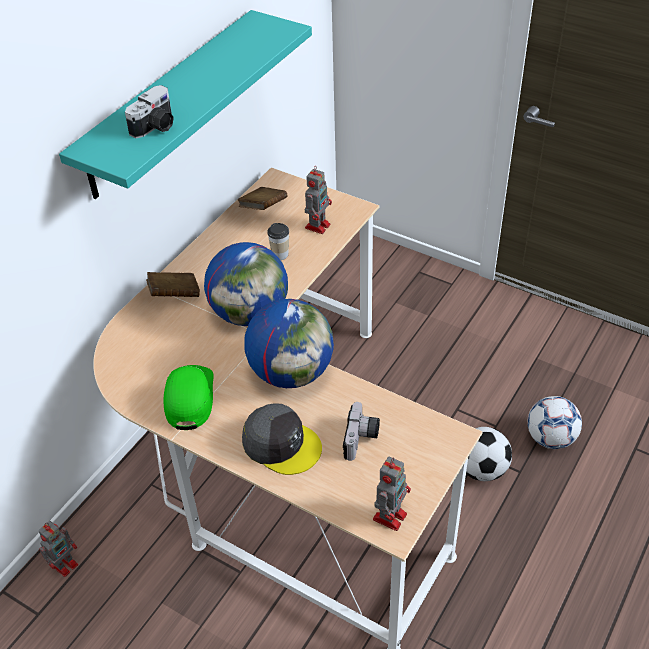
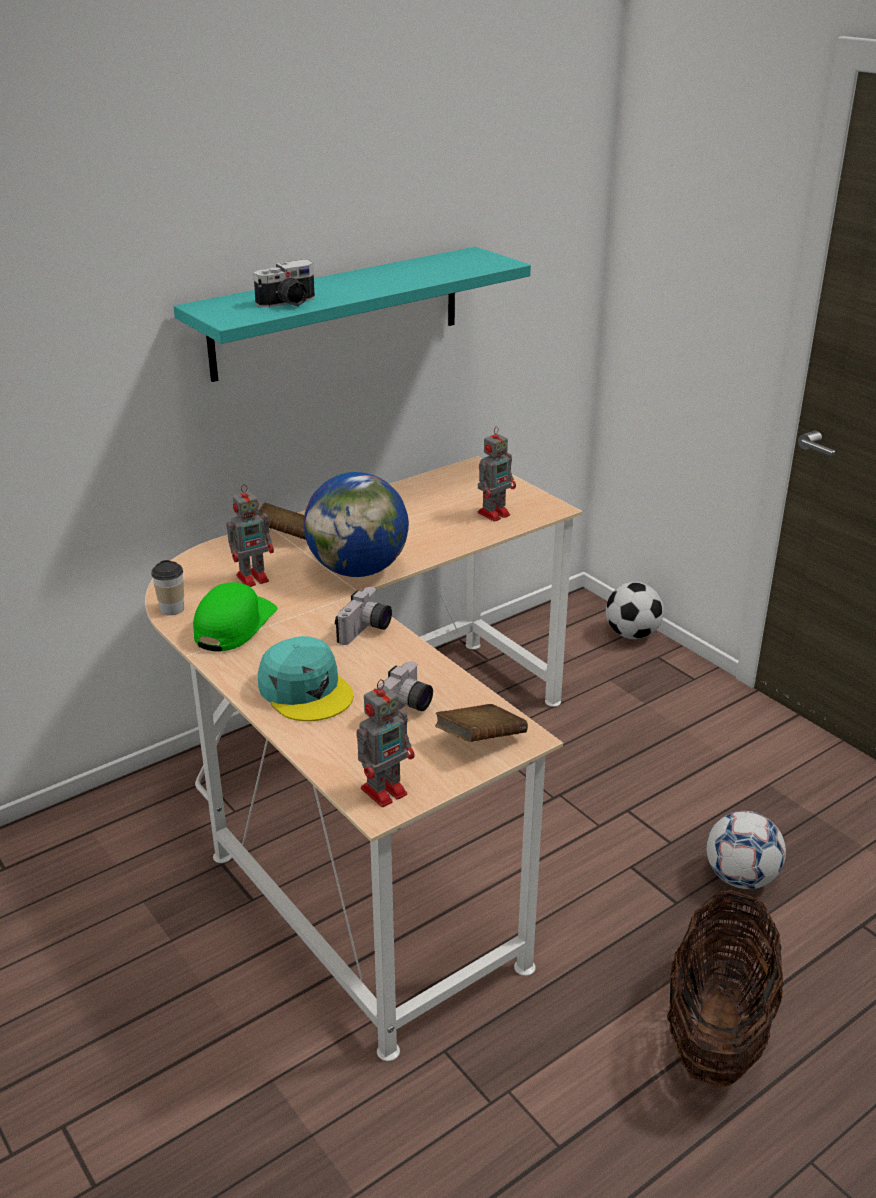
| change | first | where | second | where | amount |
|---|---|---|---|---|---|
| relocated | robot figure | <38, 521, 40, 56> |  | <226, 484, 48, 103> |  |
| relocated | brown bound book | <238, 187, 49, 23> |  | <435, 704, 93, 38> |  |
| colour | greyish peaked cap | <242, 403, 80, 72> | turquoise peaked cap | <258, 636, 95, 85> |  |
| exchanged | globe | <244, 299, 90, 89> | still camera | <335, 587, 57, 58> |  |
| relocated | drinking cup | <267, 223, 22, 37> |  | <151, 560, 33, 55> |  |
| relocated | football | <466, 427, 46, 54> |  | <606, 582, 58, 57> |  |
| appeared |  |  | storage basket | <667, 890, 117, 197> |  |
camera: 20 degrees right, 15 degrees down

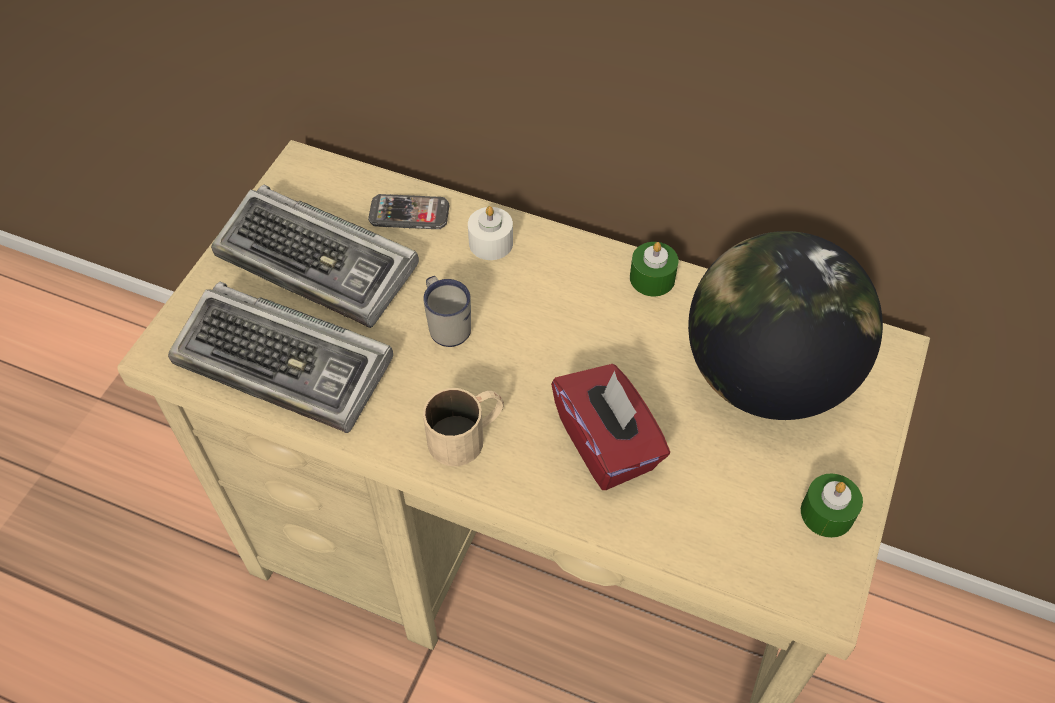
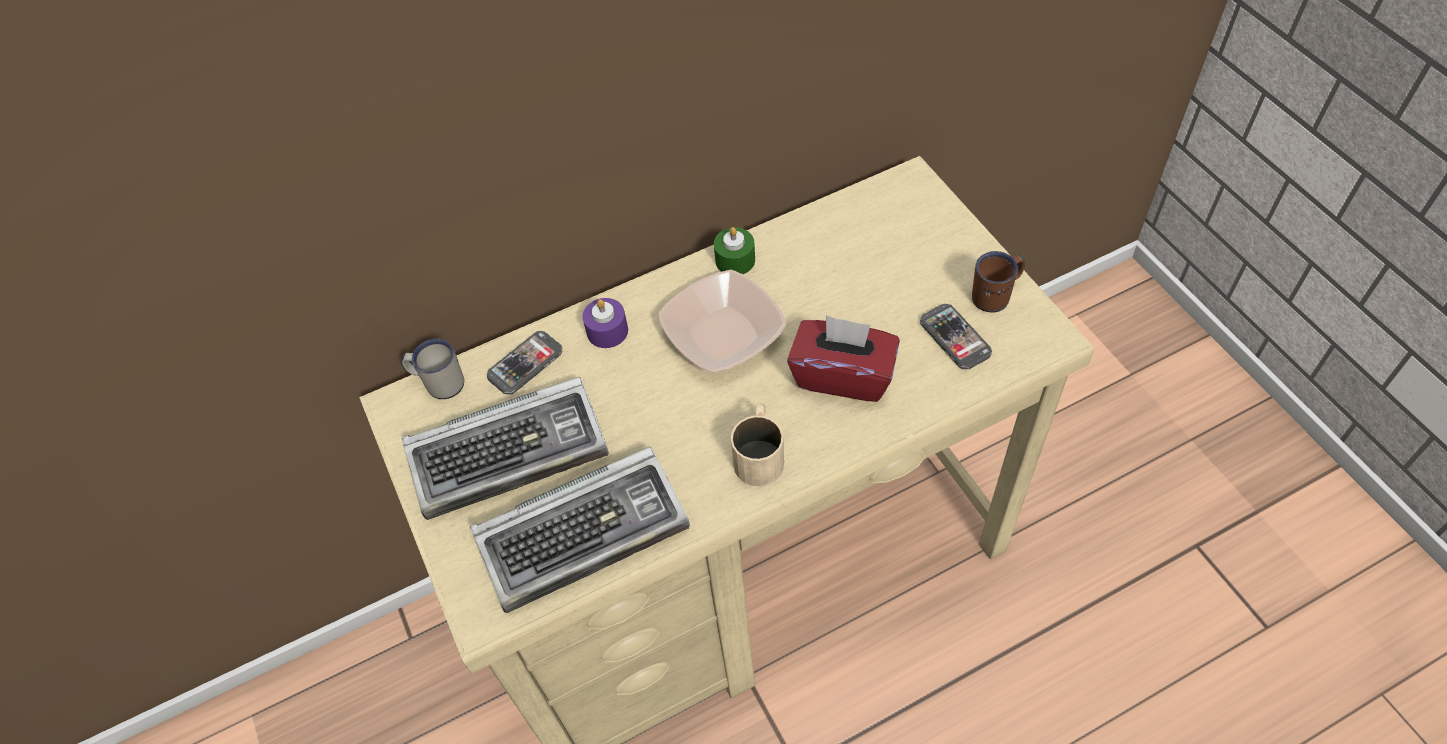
| change | first | where | second | where | amount |
|---|---|---|---|---|---|
| relocated | white tea mug | <423, 276, 48, 71> |  | <401, 339, 63, 60> |  |
| colour | white wax light | <468, 206, 45, 54> | purple-coloured wax light | <582, 298, 46, 50> |  |
| missing | globe | <688, 231, 195, 189> |  |  |  |
| exchanged | greenish wax light | <801, 473, 62, 65> | brown tea mug | <972, 251, 53, 61> |  |
| appeared |  |  | bowl | <658, 270, 128, 103> |  |
| appeared |  |  | phone | <920, 304, 72, 65> |  |
camera: 45 degrees left, 0 degrees up

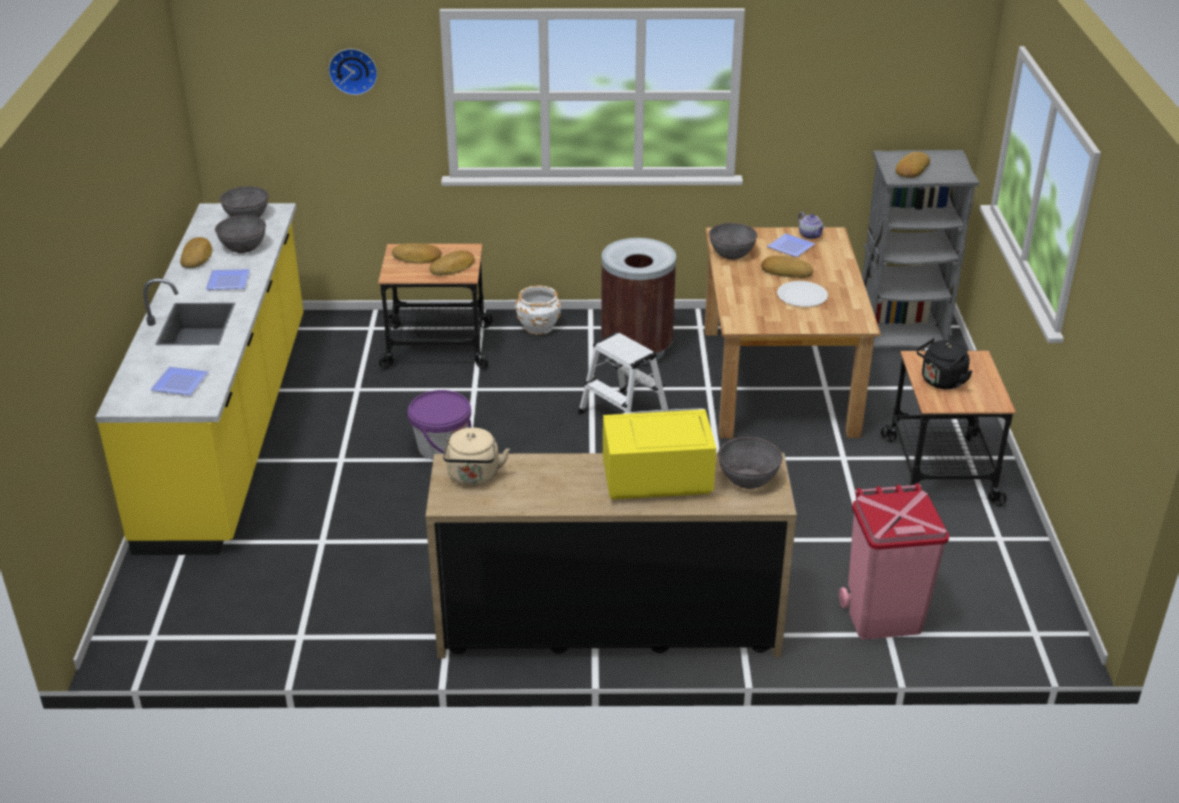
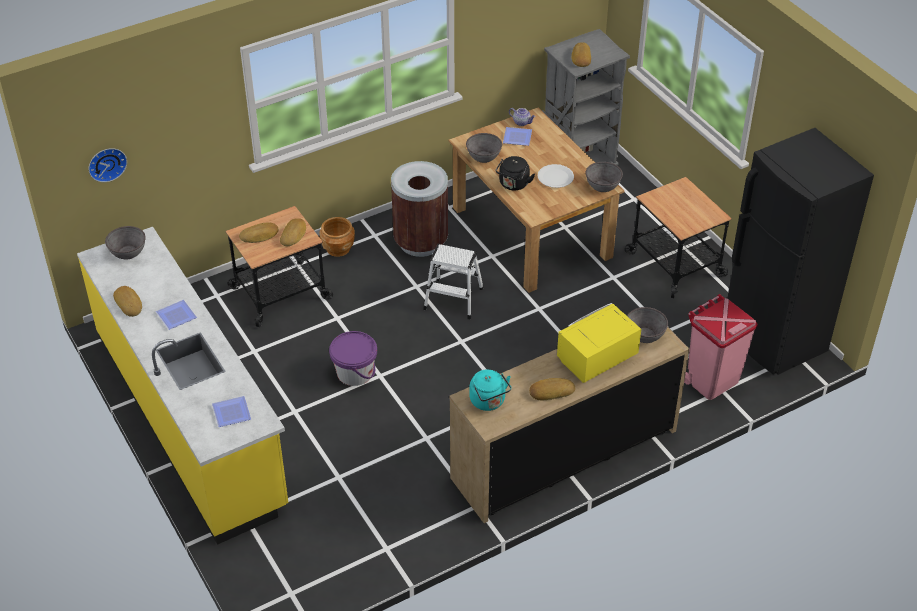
| change | first | where | second | where | amount |
|---|---|---|---|---|---|
| relocated | greyish bowl | <215, 215, 51, 38> |  | <586, 162, 37, 30> |  |
| relocated | hanging clock | <329, 49, 49, 46> |  | <89, 148, 38, 34> |  |
| colour | sand-coloured kettle | <443, 428, 67, 58> | turquoise kettle | <469, 369, 42, 42> |  |
| colour | white flower pot | <515, 286, 46, 49> | brown flower pot | <320, 217, 35, 40> |  |
| relocated | bread | <761, 256, 52, 22> |  | <529, 378, 46, 23> |  |
| relocated | black kettle | <916, 338, 57, 51> |  | <496, 156, 39, 34> |  |
| appeared |  |  | black kitchen fridge | <727, 128, 147, 247> |  |
camera: 30 degrees left, 10 degrees up

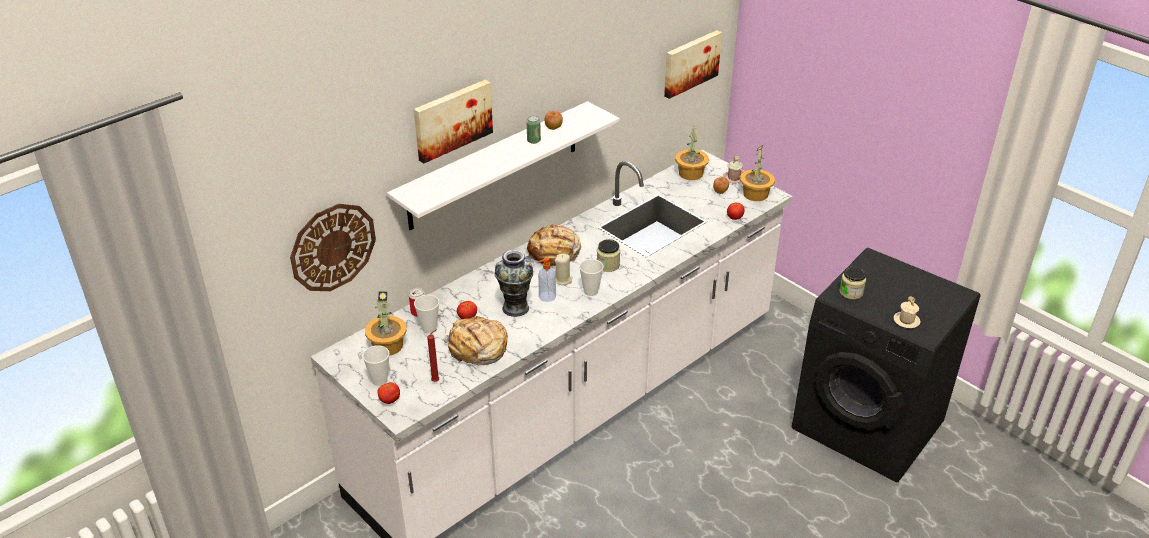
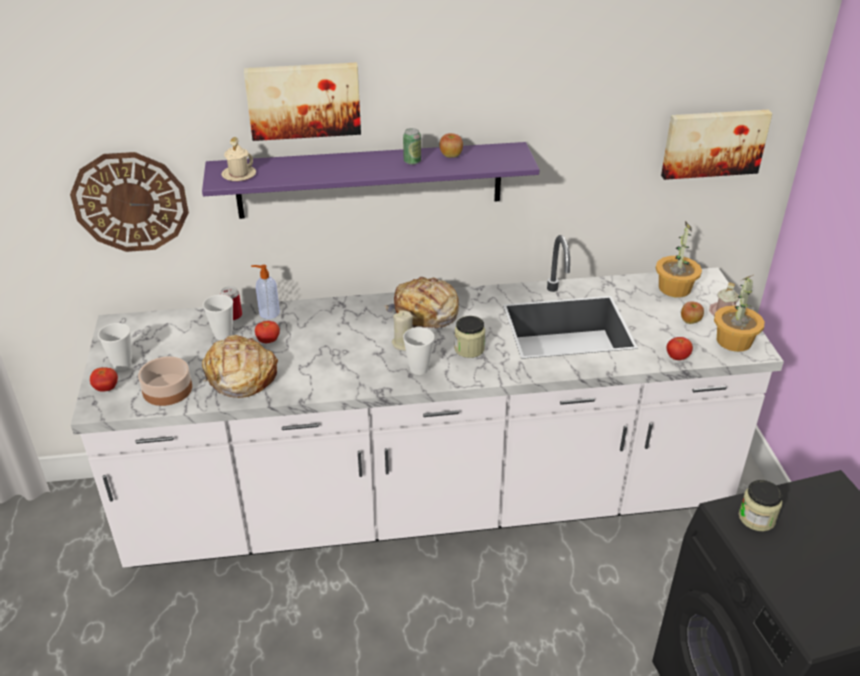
| change | first | where | second | where | amount |
|---|---|---|---|---|---|
| missing | houseplant | <365, 291, 42, 65> |  |  |  |
| colour | white bracket shelf | <387, 101, 233, 129> | purple-coloured bracket shelf | <202, 142, 338, 77> |  |
| exchanged | reddish wax light | <427, 329, 12, 53> | bowl | <138, 356, 54, 50> |  |
| missing | vase | <495, 250, 38, 67> |  |  |  |
| relocated | soap dispenser | <537, 258, 19, 44> |  | <251, 265, 29, 54> |  |
| relocated | sand-coloured tea mug | <893, 296, 28, 32> |  | <221, 137, 35, 44> |  |
camera: 35 degrees right, 0 degrees up

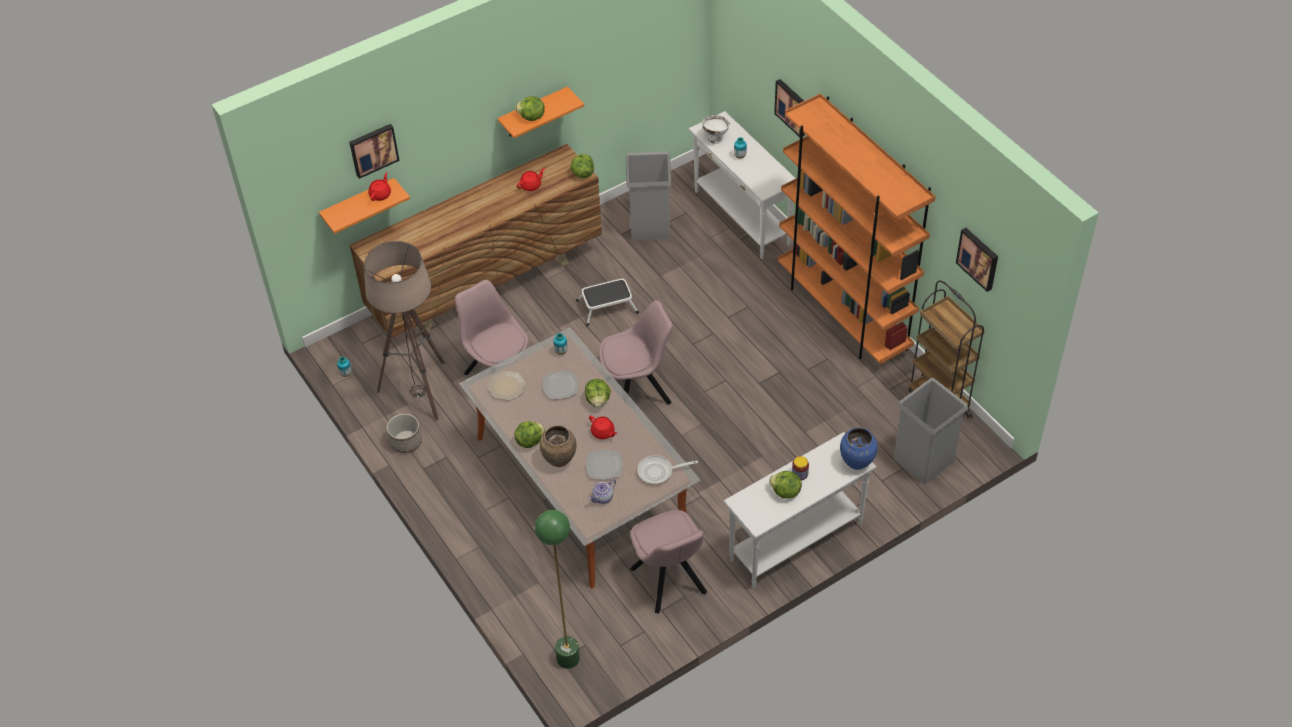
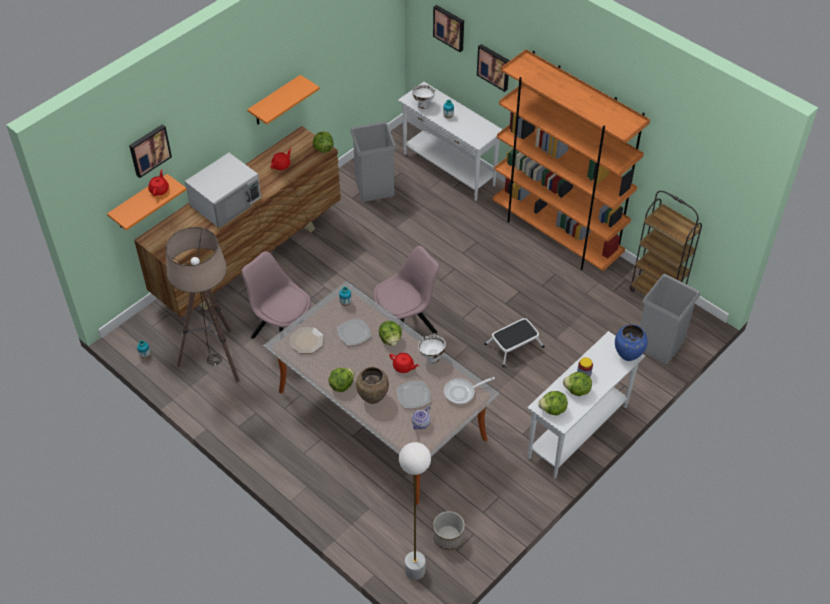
| change | first | where | second | where | amount |
|---|---|---|---|---|---|
| relocated | flower pot | <387, 414, 35, 39> |  | <433, 511, 32, 39> |  |
| relocated | lettuce | <515, 96, 30, 25> |  | <538, 391, 30, 25> |  |
| colour | greenish standard lamp | <535, 510, 45, 159> | white standard lamp | <399, 442, 32, 138> |  |
| relocated | black stepladder | <576, 279, 63, 48> |  | <484, 318, 61, 50> |  |
| missing | pinkish plain chair | <630, 510, 77, 104> |  |  |  |
| relocated | wall art | <956, 228, 42, 64> |  | <433, 5, 31, 47> |  |
| appeared |  |  | white microwave oven | <185, 153, 76, 75> |  |
| appeared |  |  | white bowl | <418, 333, 28, 30> |  |
camera: 15 degrees left, 0 degrees up

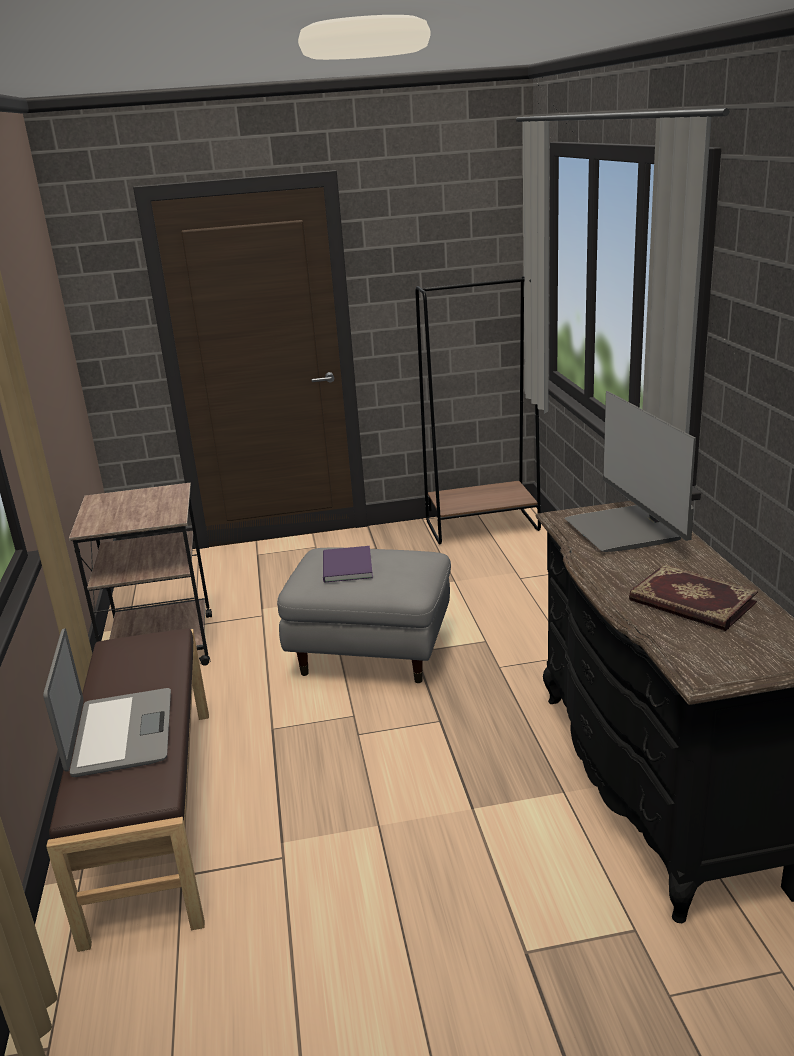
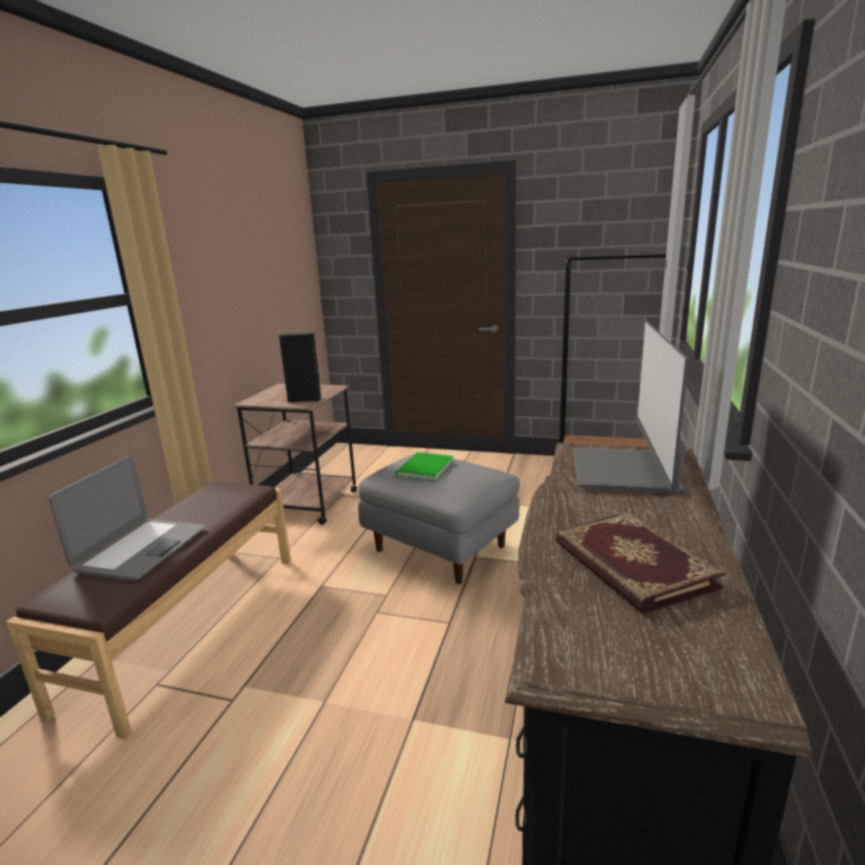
| change | first | where | second | where | amount |
|---|---|---|---|---|---|
| colour | purple-coloured bound book | <323, 546, 50, 36> | greenish bound book | <395, 452, 59, 29> |  |
| appeared |  |  | black speaker | <279, 332, 43, 70> |  |
camera: 25 degrees right, 5 degrees down

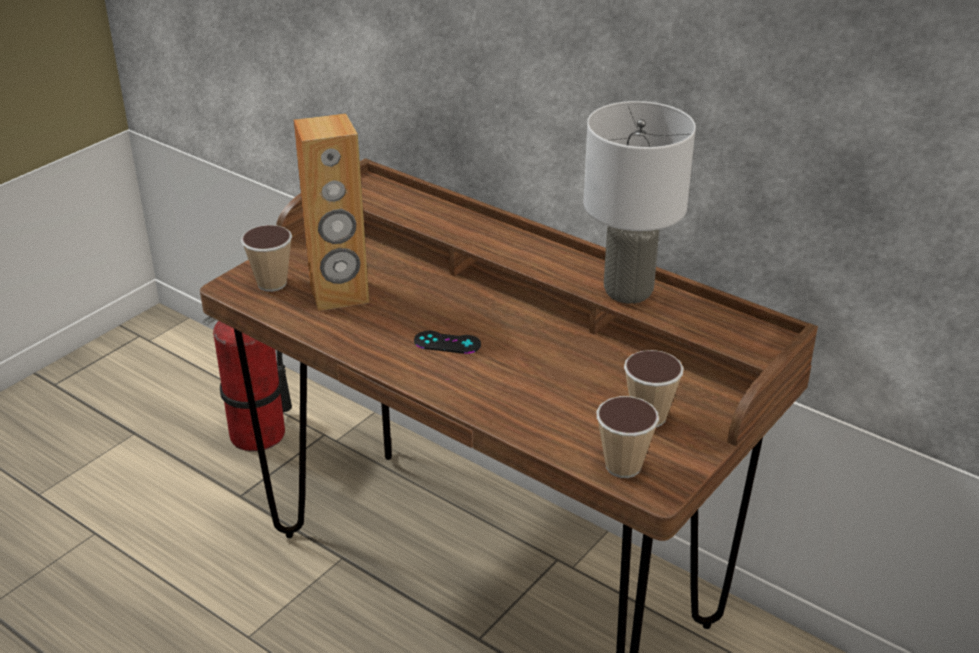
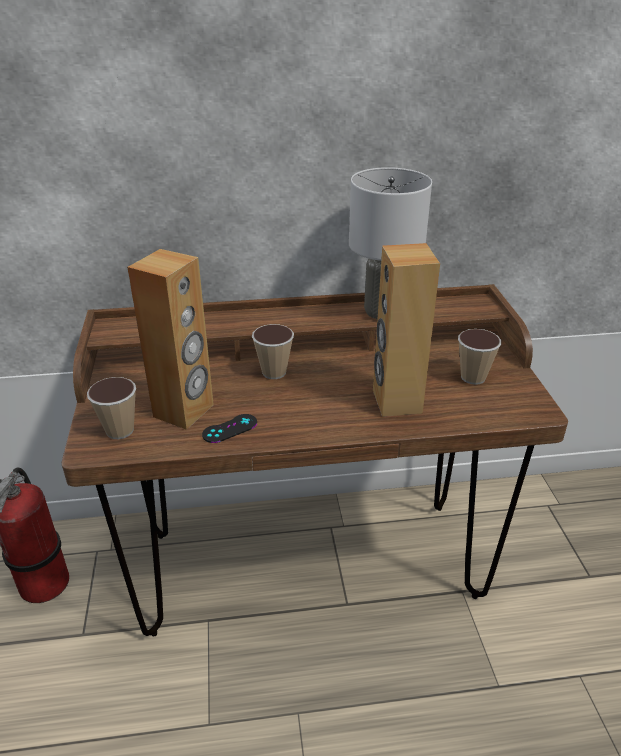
| change | first | where | second | where | amount |
|---|---|---|---|---|---|
| relocated | black gamepad | <414, 331, 67, 23> |  | <202, 414, 55, 29> |  |
| relocated | drinking cup | <596, 396, 63, 82> |  | <252, 324, 42, 55> |  |
| appeared |  |  | brown speaker | <373, 243, 67, 174> |  |
camera: 45 degrees left, 0 degrees up

